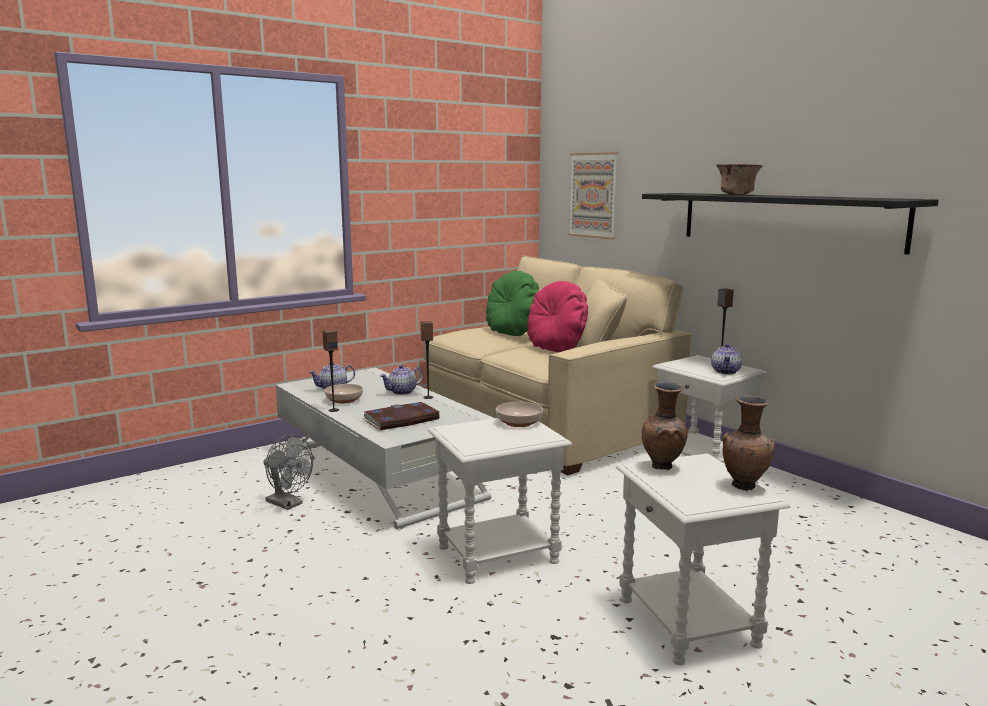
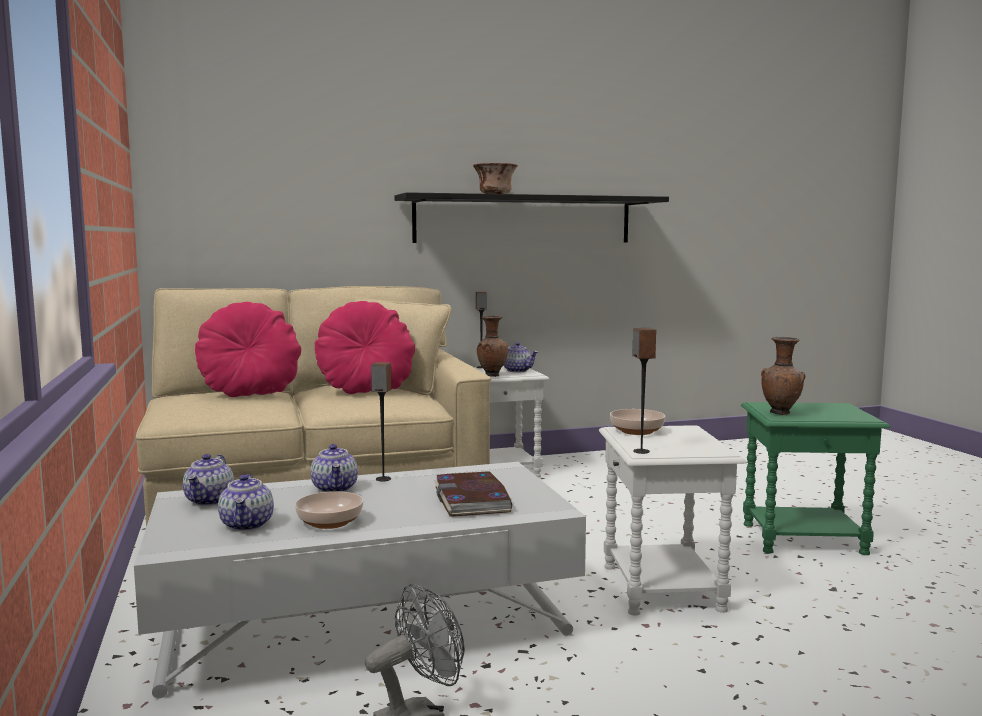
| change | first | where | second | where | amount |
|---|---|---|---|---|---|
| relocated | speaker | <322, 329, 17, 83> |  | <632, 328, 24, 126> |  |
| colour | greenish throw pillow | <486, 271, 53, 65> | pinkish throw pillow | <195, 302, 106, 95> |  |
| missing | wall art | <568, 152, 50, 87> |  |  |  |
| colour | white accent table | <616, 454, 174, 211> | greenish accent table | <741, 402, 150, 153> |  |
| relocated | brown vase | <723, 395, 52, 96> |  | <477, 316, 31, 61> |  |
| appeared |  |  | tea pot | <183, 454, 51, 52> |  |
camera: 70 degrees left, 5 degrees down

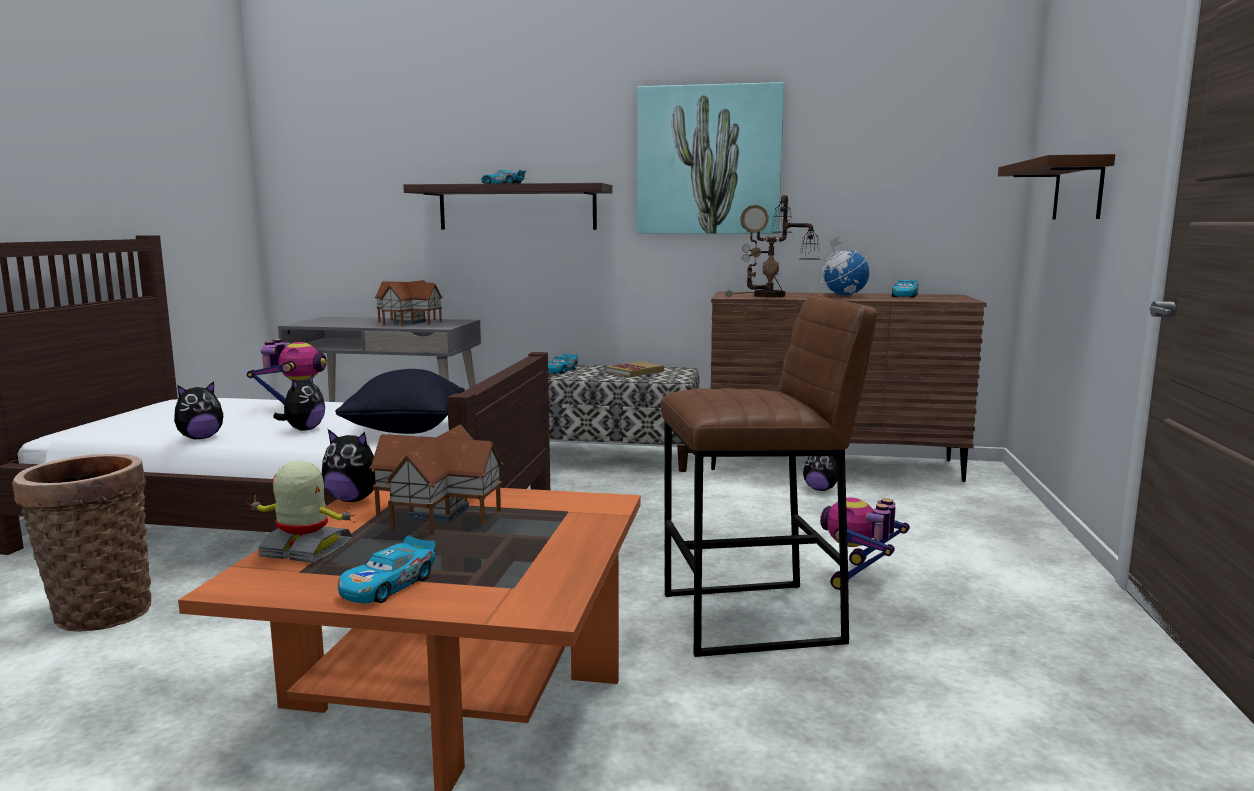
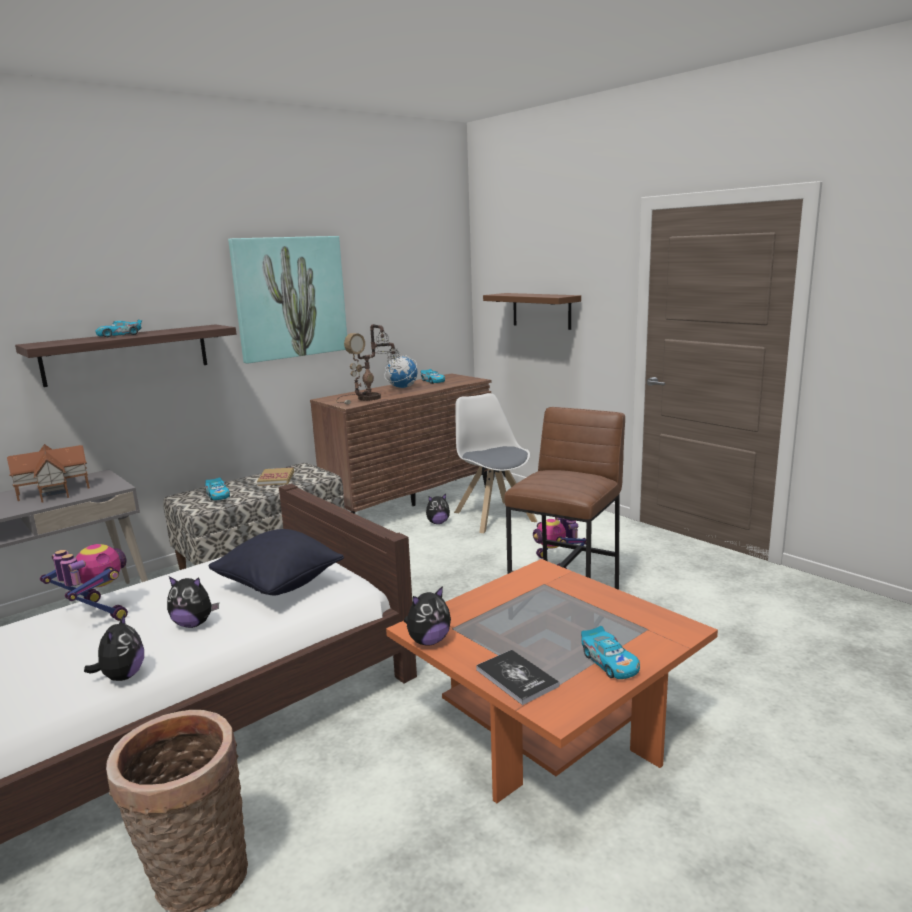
| change | first | where | second | where | amount |
|---|---|---|---|---|---|
| exchanged | robot figure | <246, 461, 110, 102> | bound book | <476, 650, 84, 55> |  |
| spun | plush toy | <273, 374, 52, 57> |  | <167, 576, 52, 52> | 135 degrees clockwise |
| missing | miniature house | <369, 424, 135, 111> |  |  |  |
| appeared |  |  | plain chair | <454, 393, 83, 140> |  |
camera: 50 degrees left, 5 degrees up

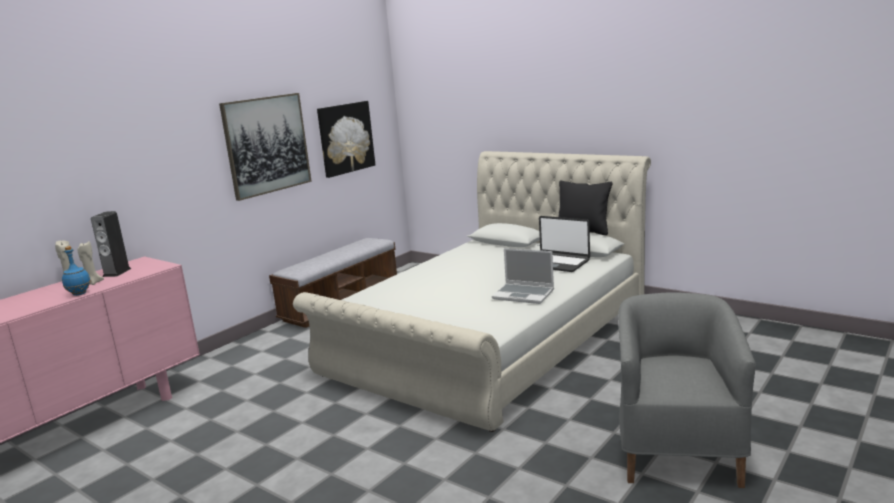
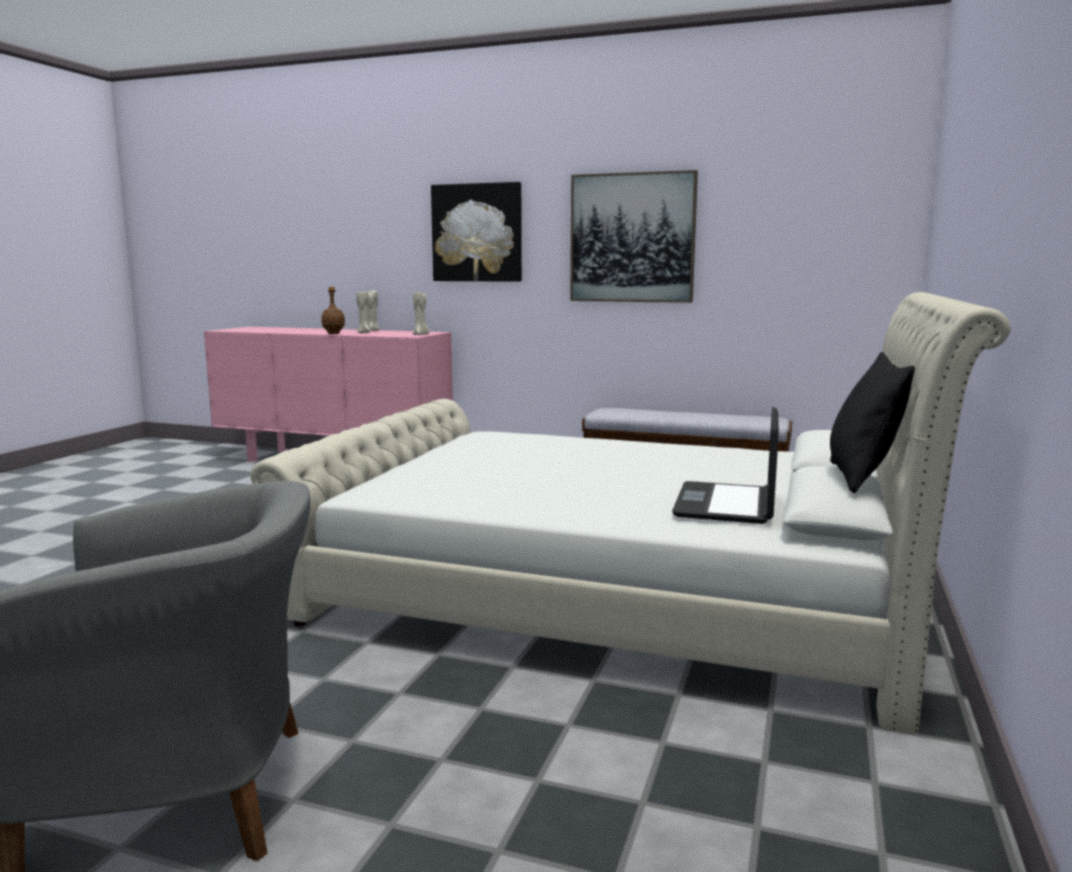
| change | first | where | second | where | amount |
|---|---|---|---|---|---|
| colour | blue drink bottle | <62, 246, 29, 50> | brown drink bottle | <321, 287, 24, 47> |  |
| missing | speaker | <91, 211, 40, 66> |  |  |  |
| relocated | wall art | <317, 101, 58, 77> |  | <431, 182, 91, 100> |  |
| missing | notebook computer | <492, 248, 62, 56> |  |  |  |
| appeared |  |  | sand-coloured wax light | <413, 292, 16, 43> |  |
camera: 70 degrees right, 5 degrees down

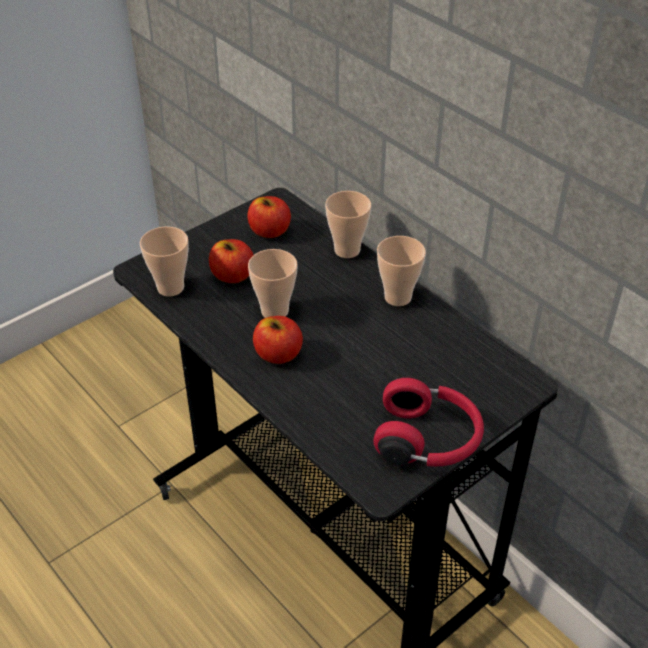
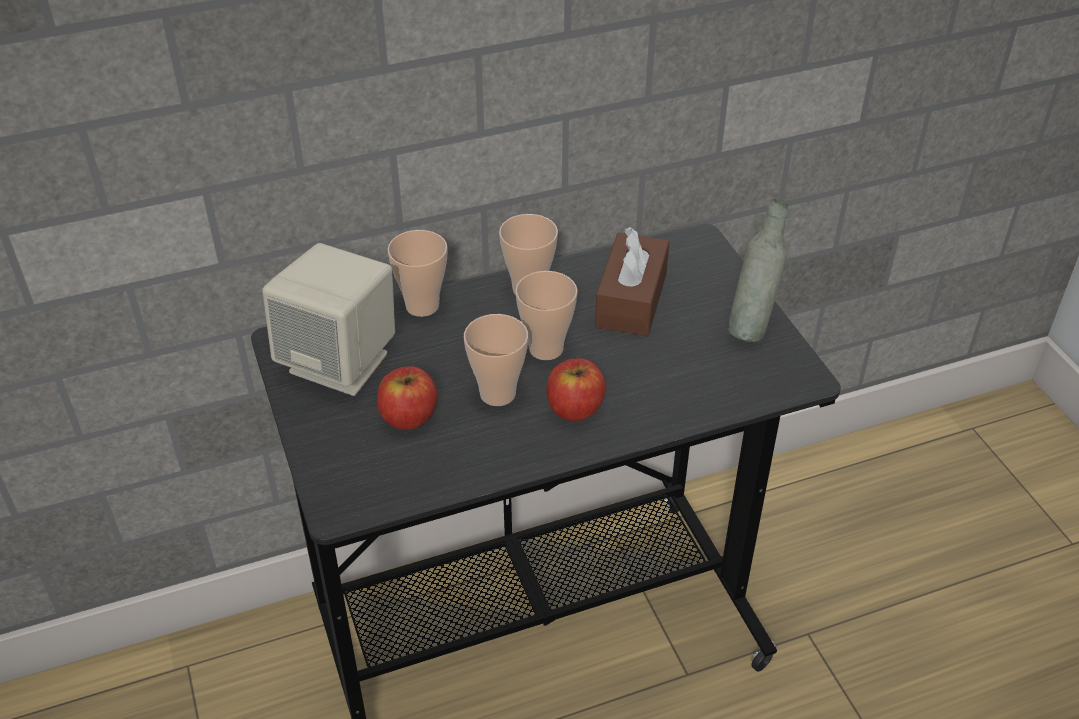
| change | first | where | second | where | amount |
|---|---|---|---|---|---|
| relocated | drinking cup | <140, 226, 49, 70> |  | <515, 271, 63, 89> |  |
| exchanged | apple fruit | <247, 196, 44, 42> | sand-coloured speaker | <262, 243, 133, 153> |  |
| exchanged | reddish headphones | <374, 376, 110, 91> | greyish drink bottle | <728, 199, 60, 143> |  |
| appeared |  |  | brown box of tissues | <595, 227, 74, 109> |  |
camera: 70 degrees left, 0 degrees up

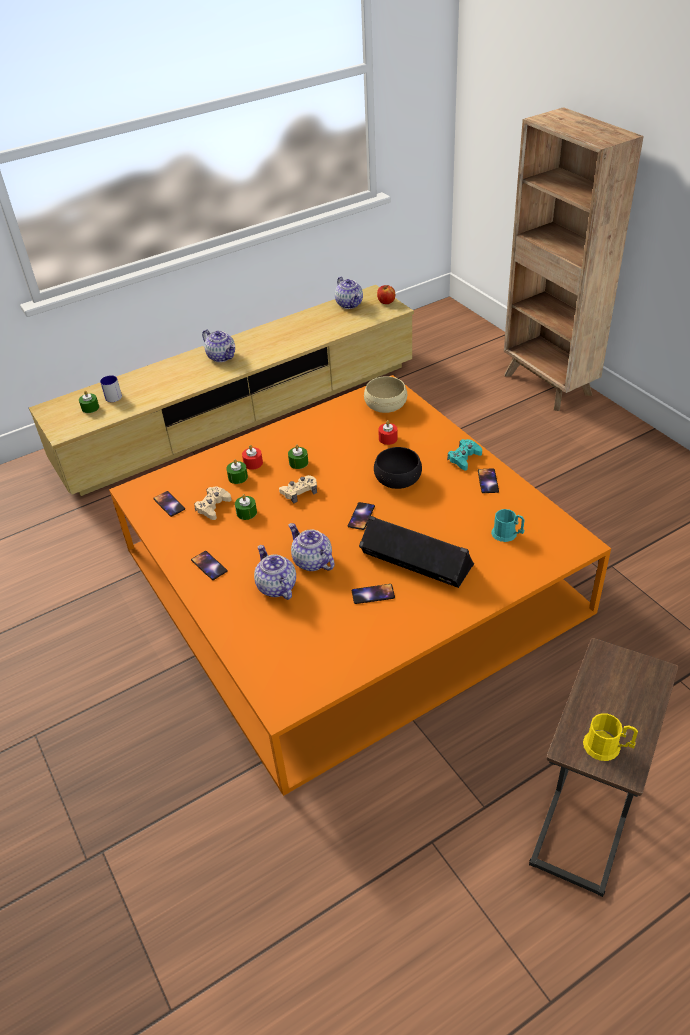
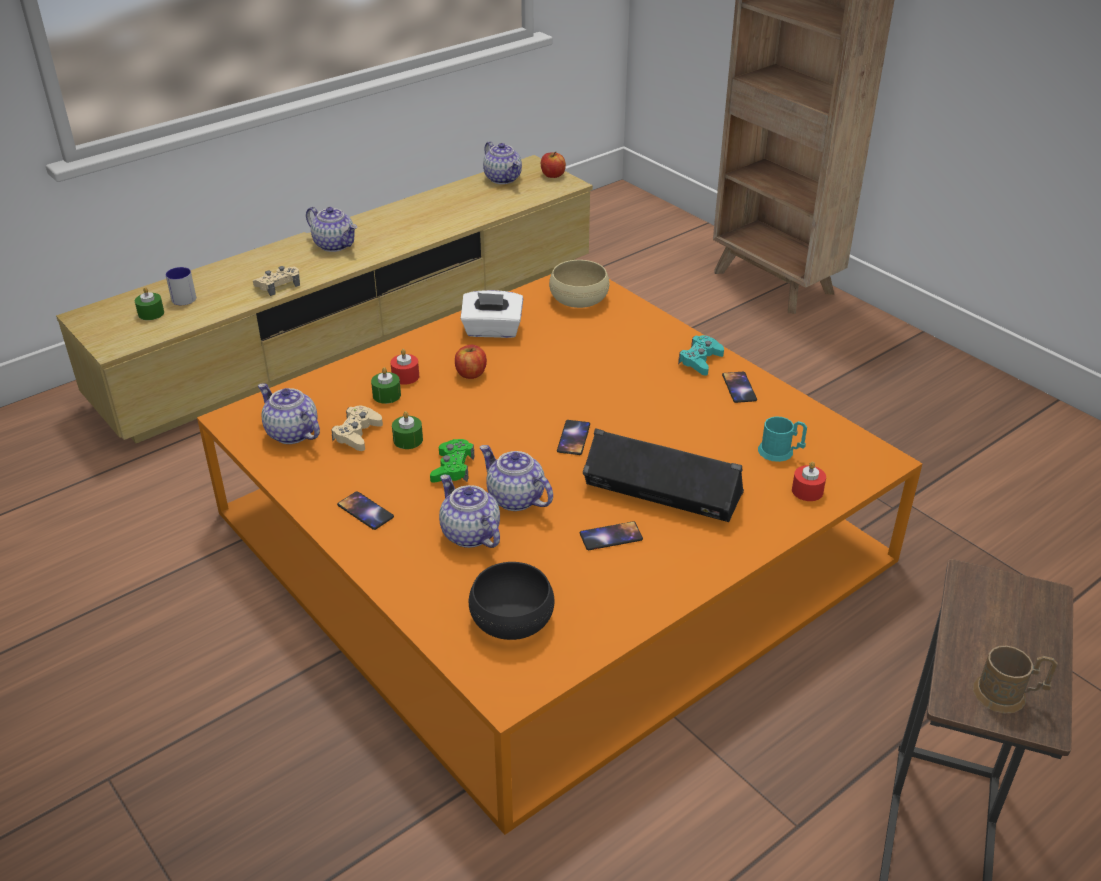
| change | first | where | second | where | amount |
|---|---|---|---|---|---|
| exchanged | phone | <153, 491, 32, 26> | tea pot | <258, 383, 62, 61> |  |
| relocated | sand-coloured gamepad | <279, 475, 38, 29> |  | <253, 266, 47, 30> |  |
| exchanged | greenish wax light | <288, 444, 20, 25> | apple fruit | <455, 345, 32, 34> |  |
| relocated | black bowl | <374, 447, 48, 42> |  | <469, 562, 86, 78> |  |
| relocated | reddish wax light | <378, 420, 20, 25> |  | <792, 461, 34, 40> |  |
| colour | yellow-coloured tea mug | <583, 713, 55, 48> | brown tea mug | <973, 646, 85, 68> |  |
| appeared |  |  | greenish gamepad | <430, 439, 44, 43> |  |
| appeared |  |  | white box of tissues | <460, 290, 63, 48> |  |
camera: 10 degrees left, 5 degrees down

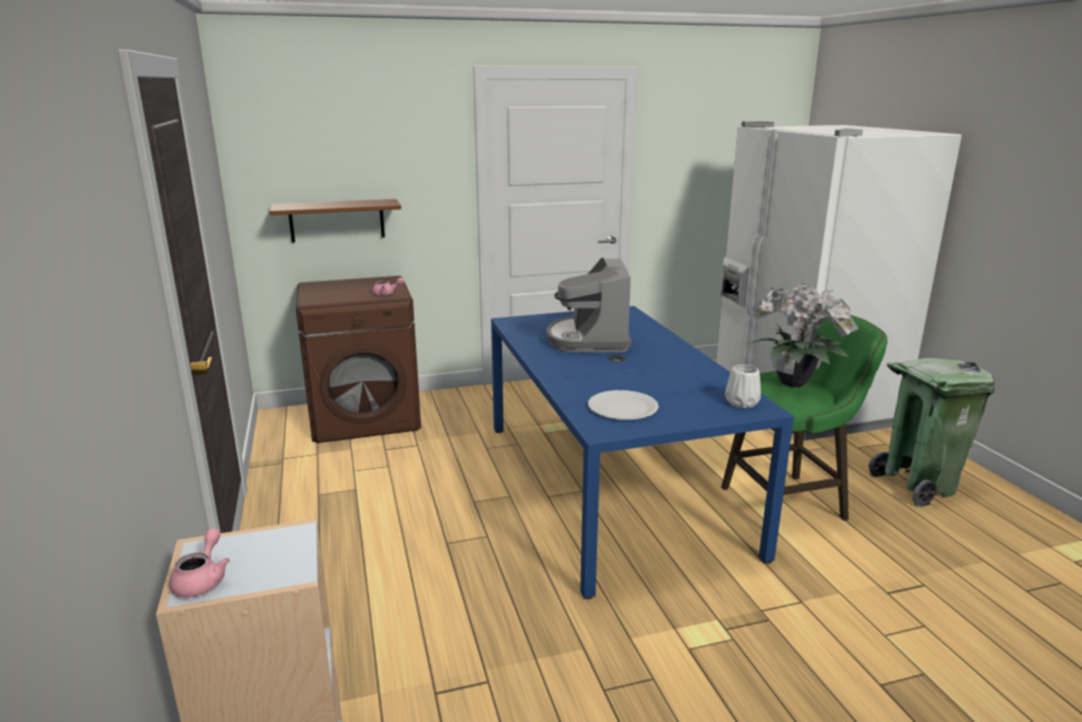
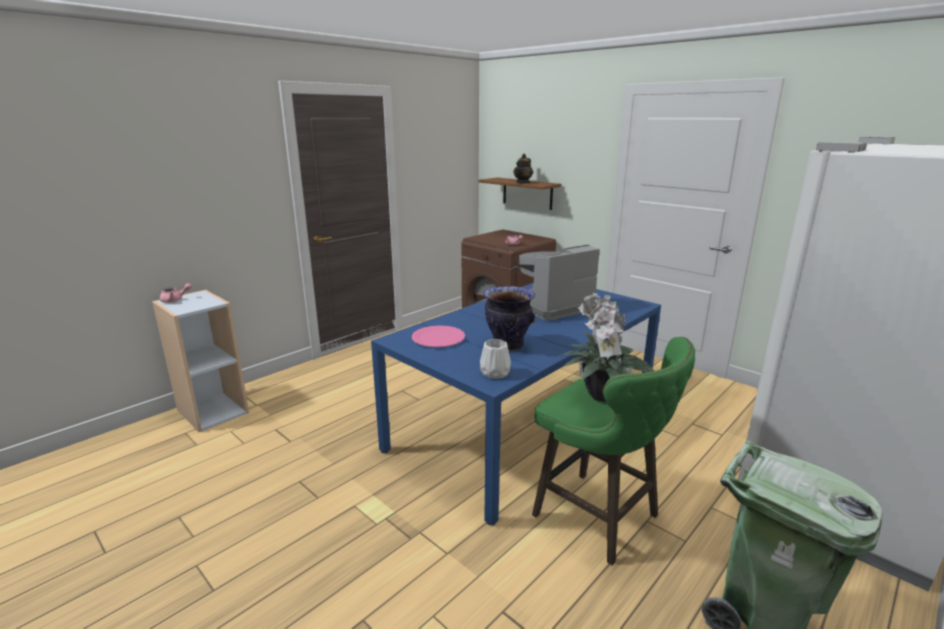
| change | first | where | second | where | amount |
|---|---|---|---|---|---|
| colour | white dinner plate | <588, 390, 71, 30> | pinkish dinner plate | <412, 326, 53, 21> |  |
| appeared |  |  | vase | <484, 286, 51, 65> |  |
| appeared |  |  | tea pot | <513, 154, 20, 30> |  |
camera: 60 degrees right, 0 degrees up

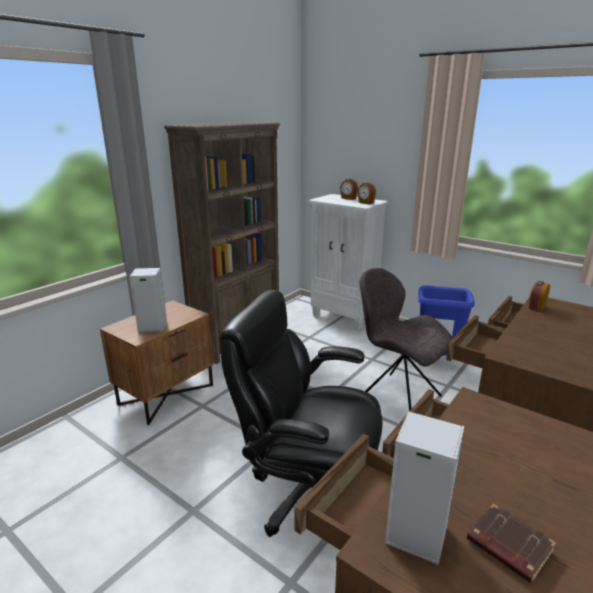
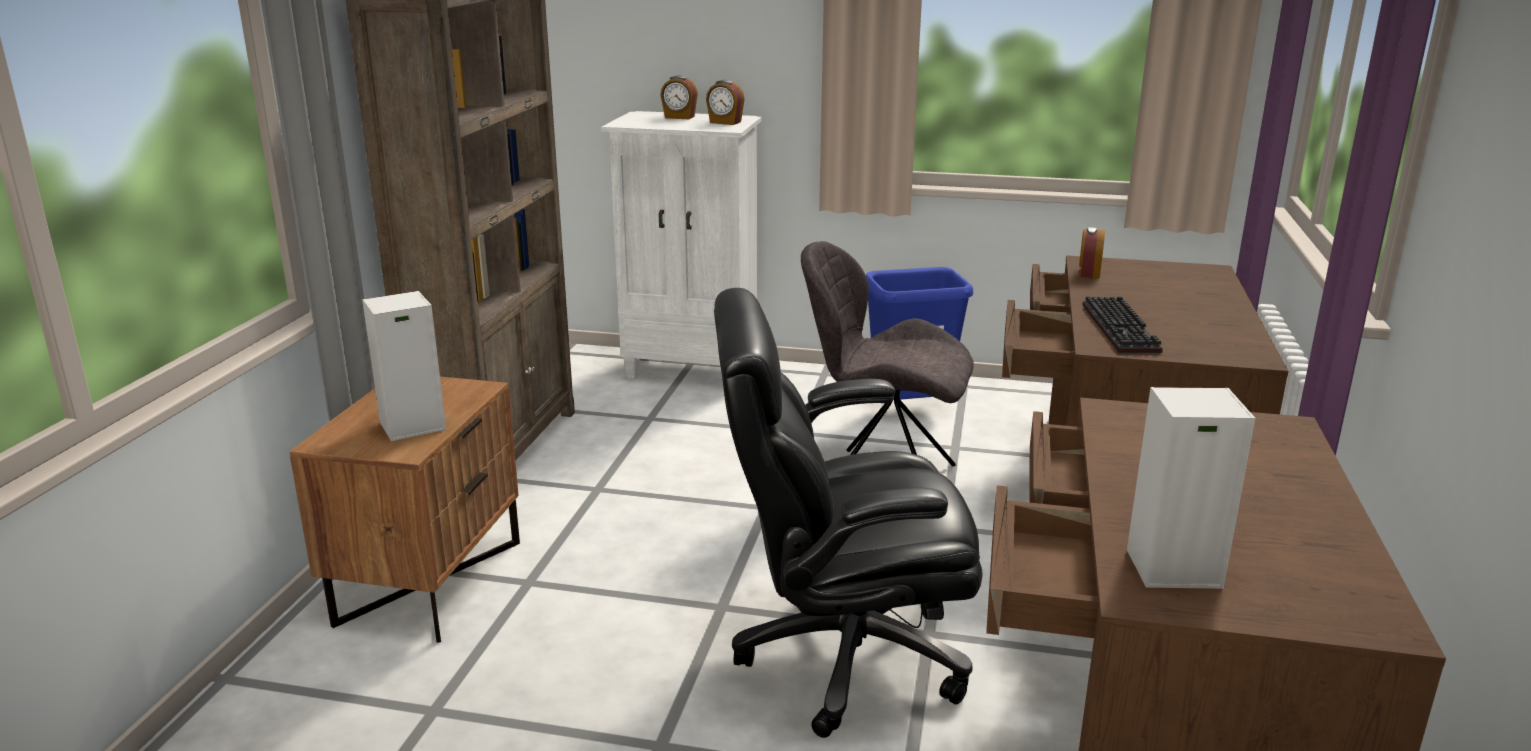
| change | first | where | second | where | amount |
|---|---|---|---|---|---|
| missing | brown bound book | <467, 504, 89, 80> |  |  |  |
| appeared |  |  | PC keyboard | <1083, 296, 80, 57> |  |
camera: 25 degrees left, 0 degrees up

